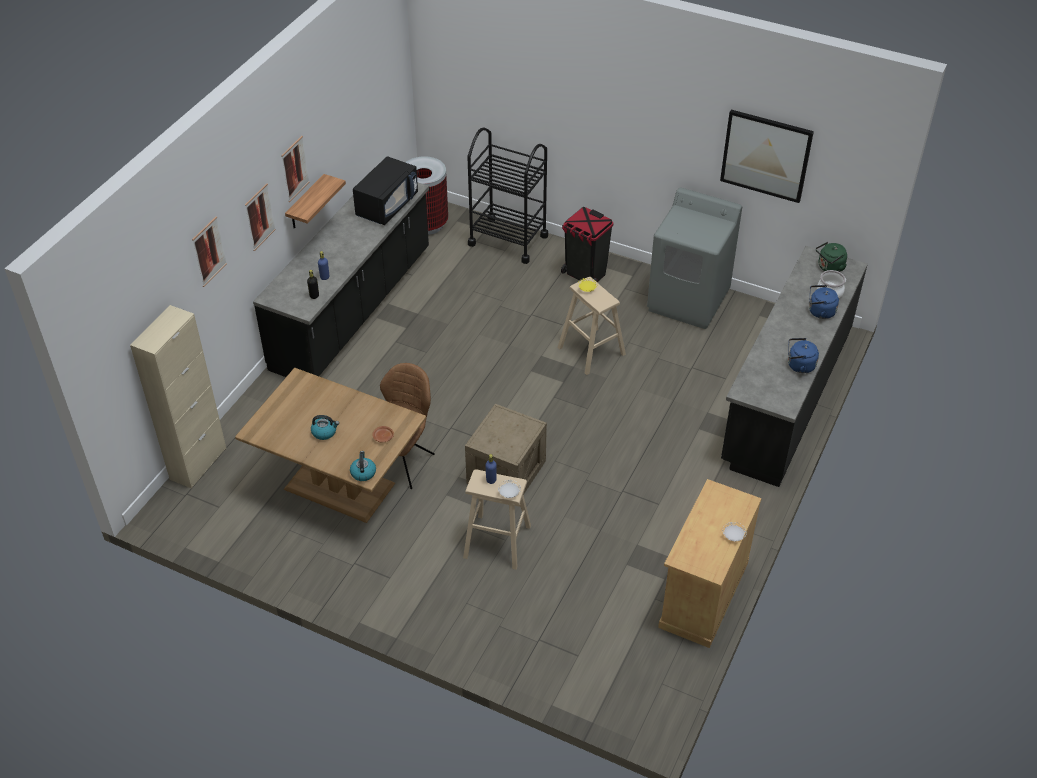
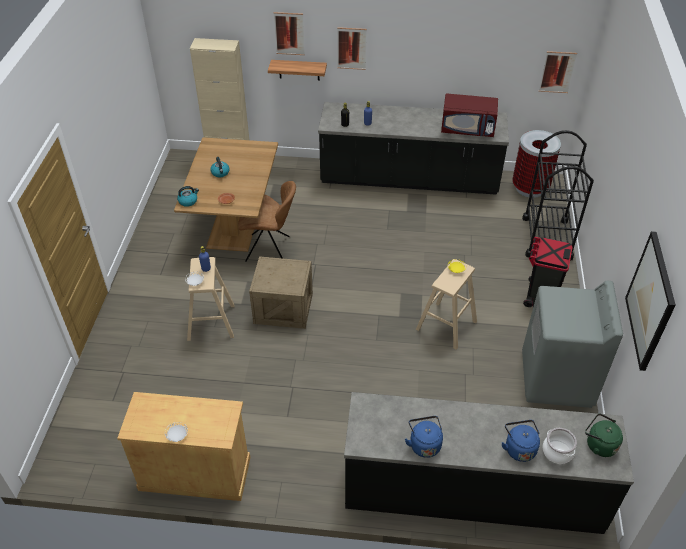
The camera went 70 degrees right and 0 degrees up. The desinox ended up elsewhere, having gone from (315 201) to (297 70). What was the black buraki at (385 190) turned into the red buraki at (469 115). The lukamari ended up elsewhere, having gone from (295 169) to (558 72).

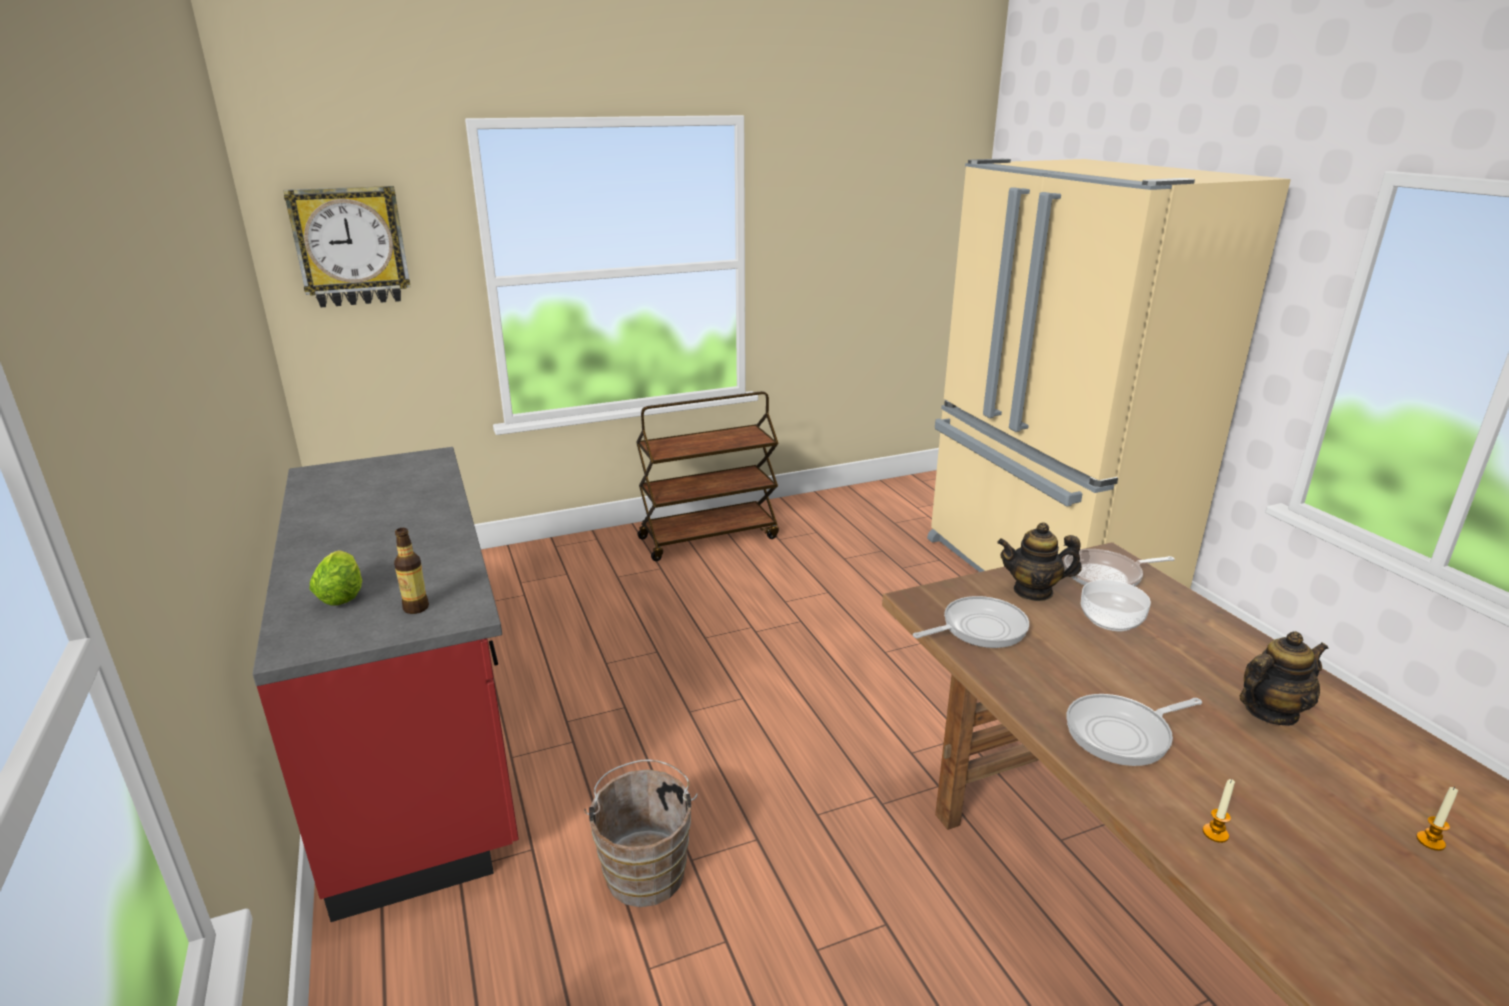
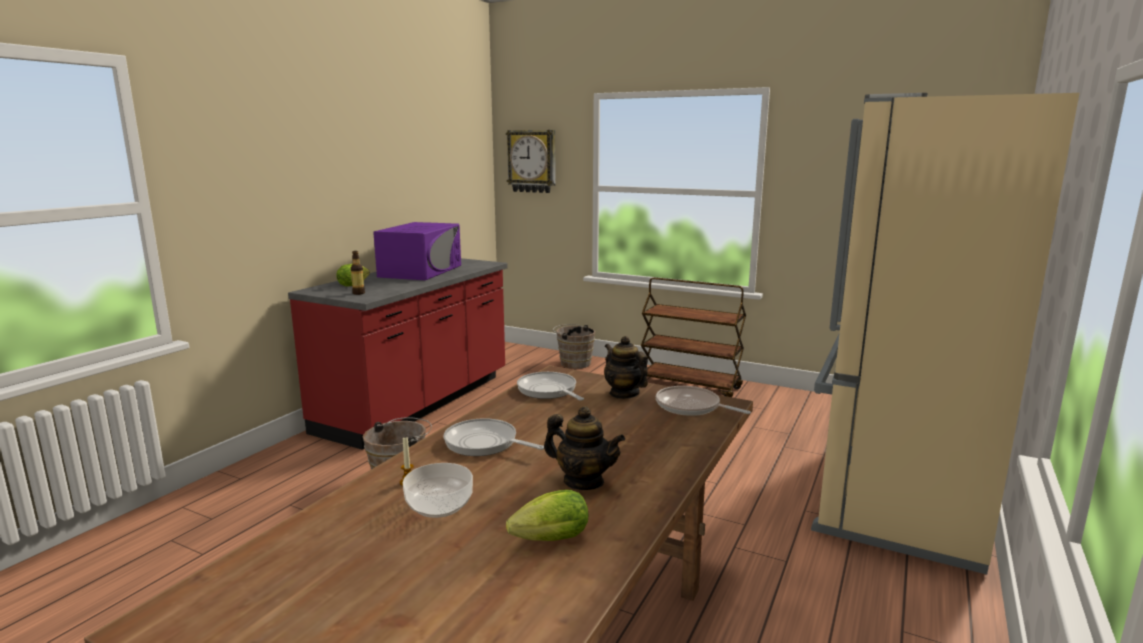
The camera went 50 degrees right and 10 degrees down. The second view gained the purple buraki at (417 251). The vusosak ended up elsewhere, having gone from (1116 605) to (438 490). The second view gained the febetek at (547 515). The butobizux at (971 622) ended up facing another way, 150 degrees counterclockwise from before. The second view gained the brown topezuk at (574 346). The second view lost the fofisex at (1437 819).

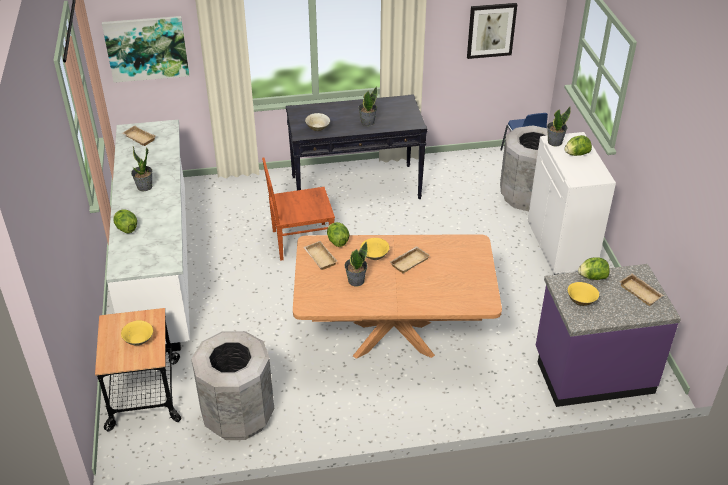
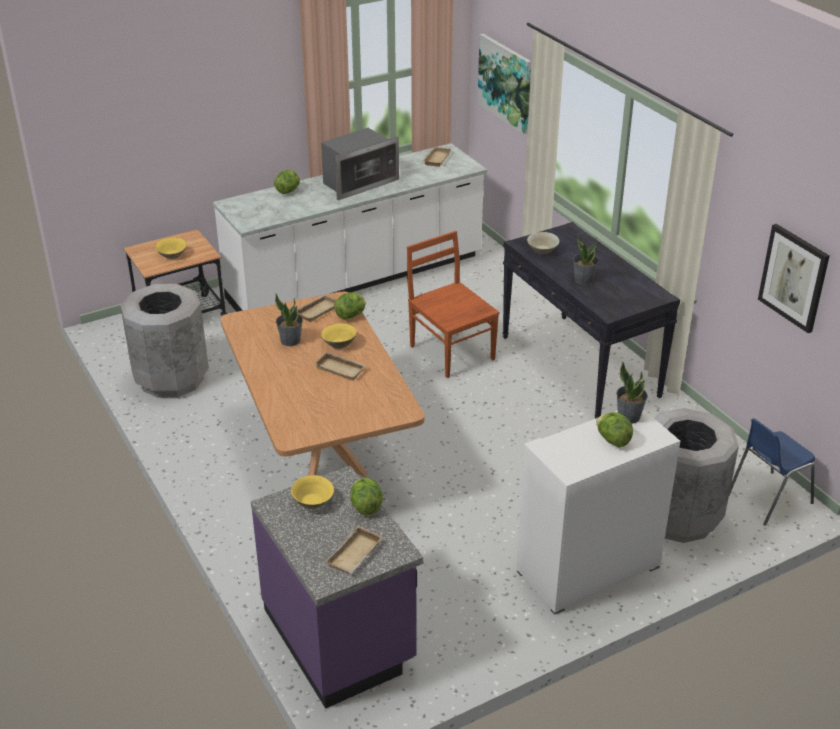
The camera went 70 degrees right and 5 degrees down. Where the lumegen stood at (141 169), the buraki came to stand at (360 164).

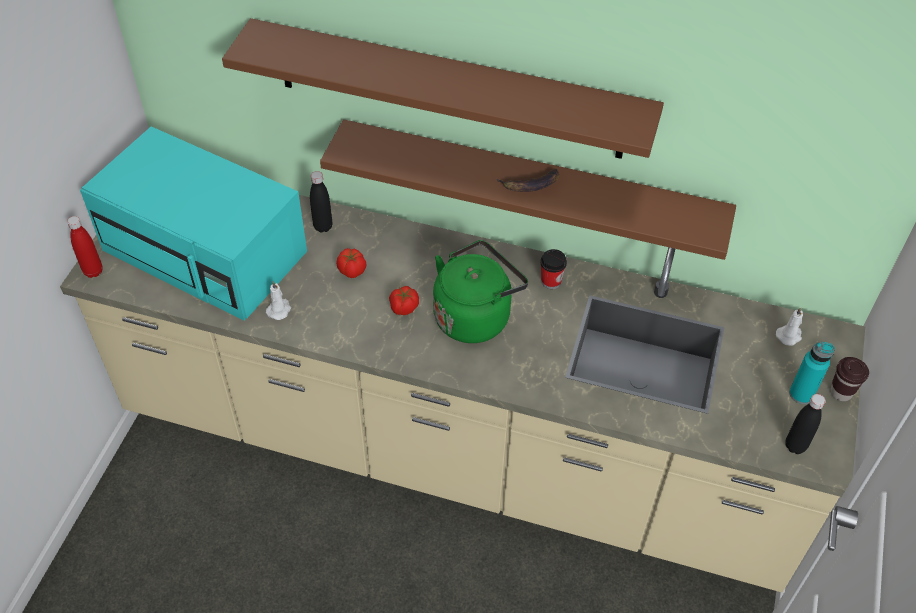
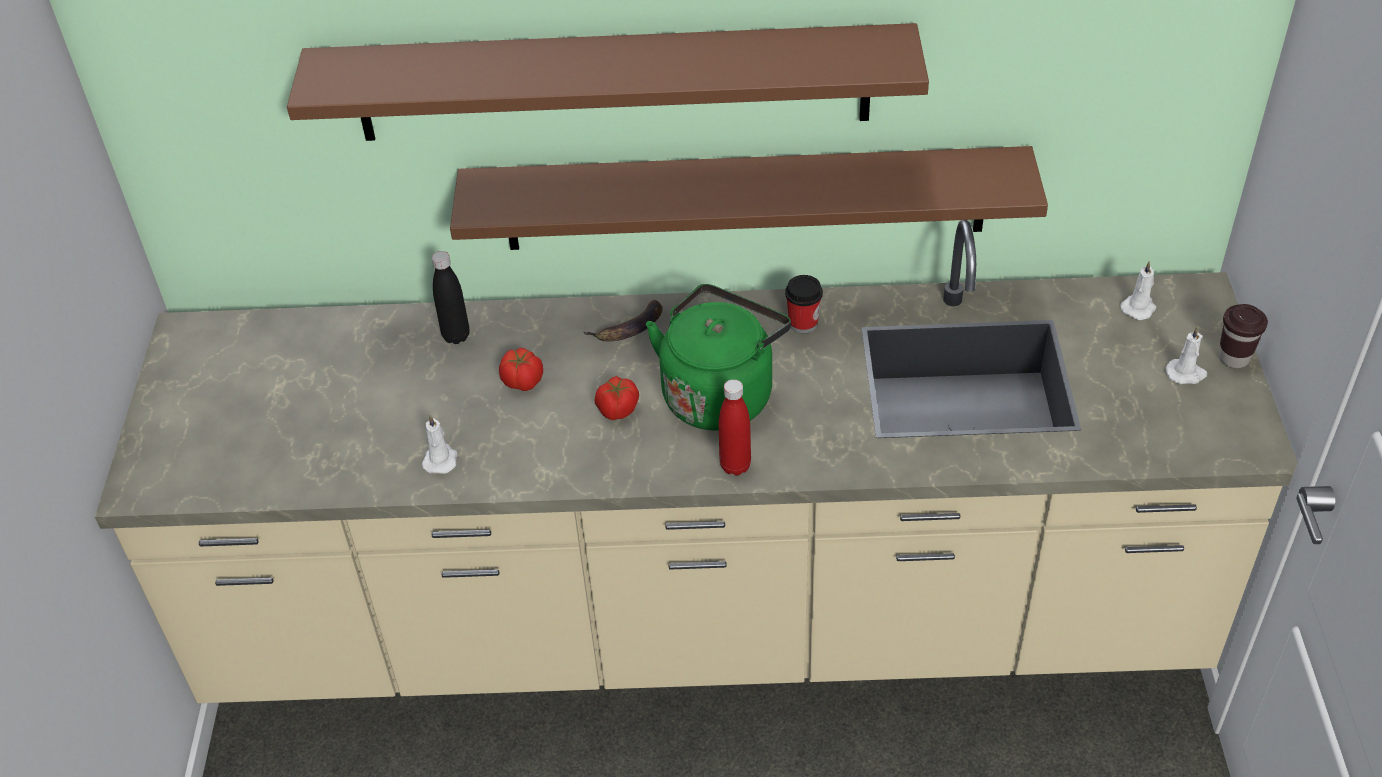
The camera went 15 degrees left and 5 degrees down. The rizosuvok ended up elsewhere, having gone from (528 180) to (623 320). The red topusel ended up elsewhere, having gone from (84 247) to (735 427). Where the turquoise topusel stood at (812 373), the white fofisex came to stand at (1186 355). The second view lost the turquoise buraki at (193 223). The second view lost the black topusel at (805 424).

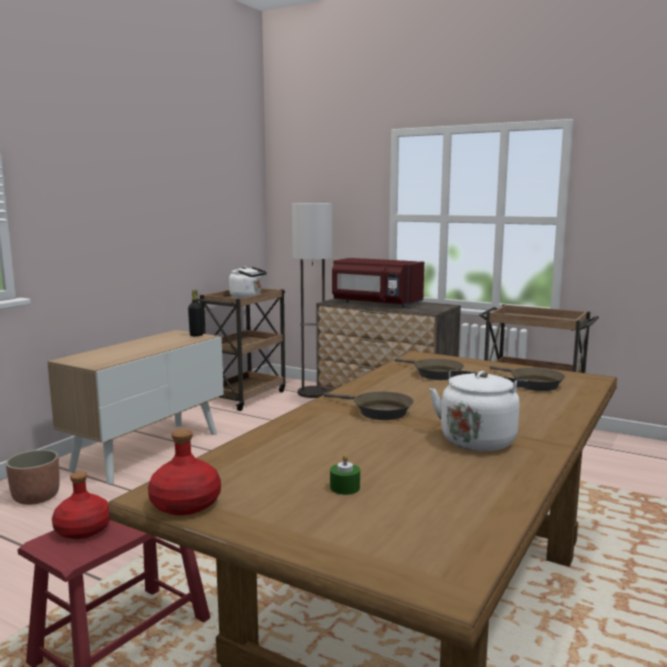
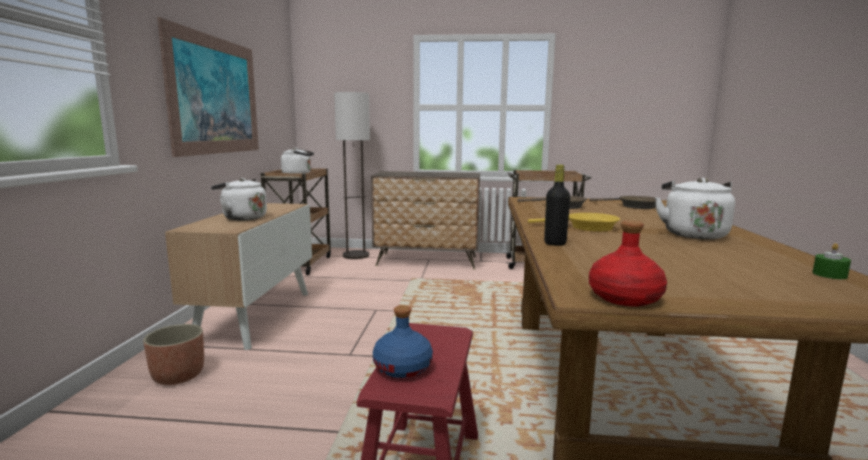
The camera went 25 degrees left and 0 degrees up. The second view gained the lukamari at (208 87). The second view gained the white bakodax at (239 199). What was the red topusel at (81 505) turned into the blue topusel at (403 341). What was the brown butobizux at (369 406) turned into the yellow butobizux at (574 222). The black topusel ended up elsewhere, having gone from (196 313) to (557 205). The green fofisex ended up elsewhere, having gone from (345 474) to (831 261). The second view lost the red buraki at (378 282).

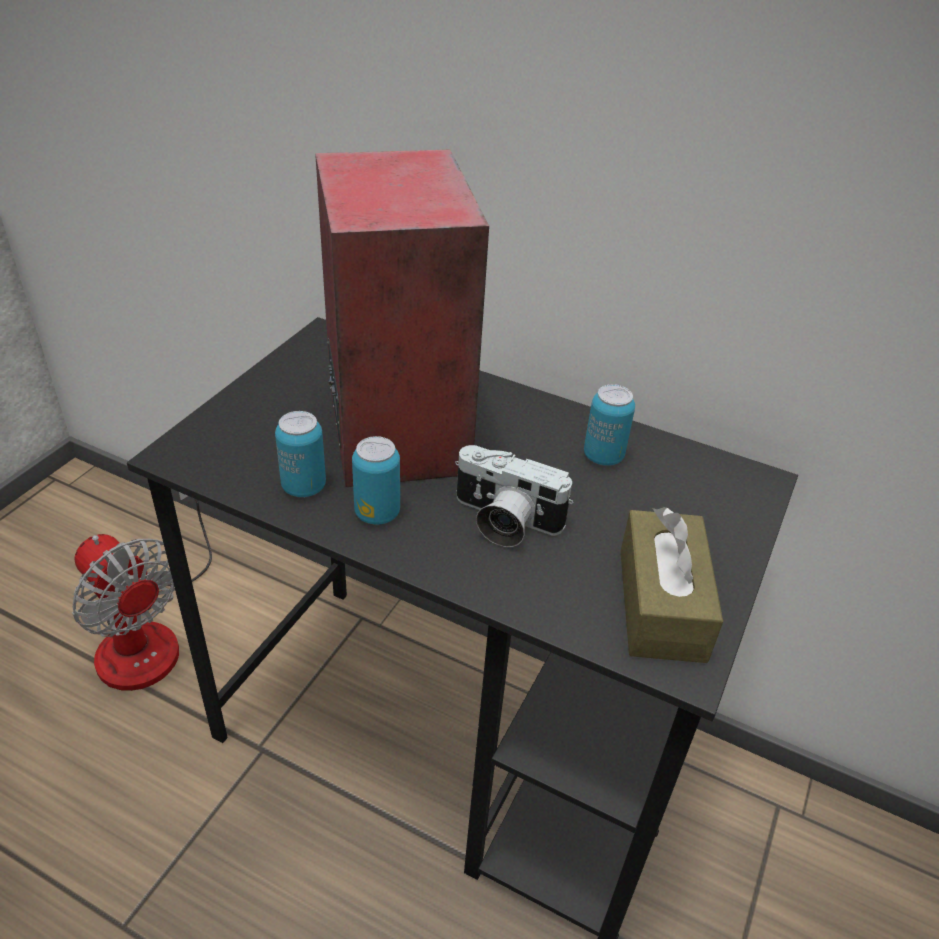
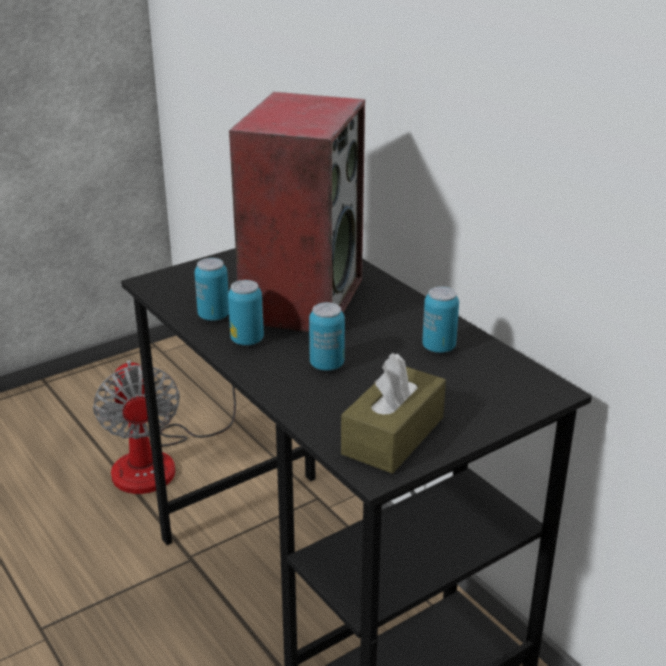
The camera went 30 degrees right and 10 degrees down. Where the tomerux stood at (514 496), the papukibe came to stand at (327 336).

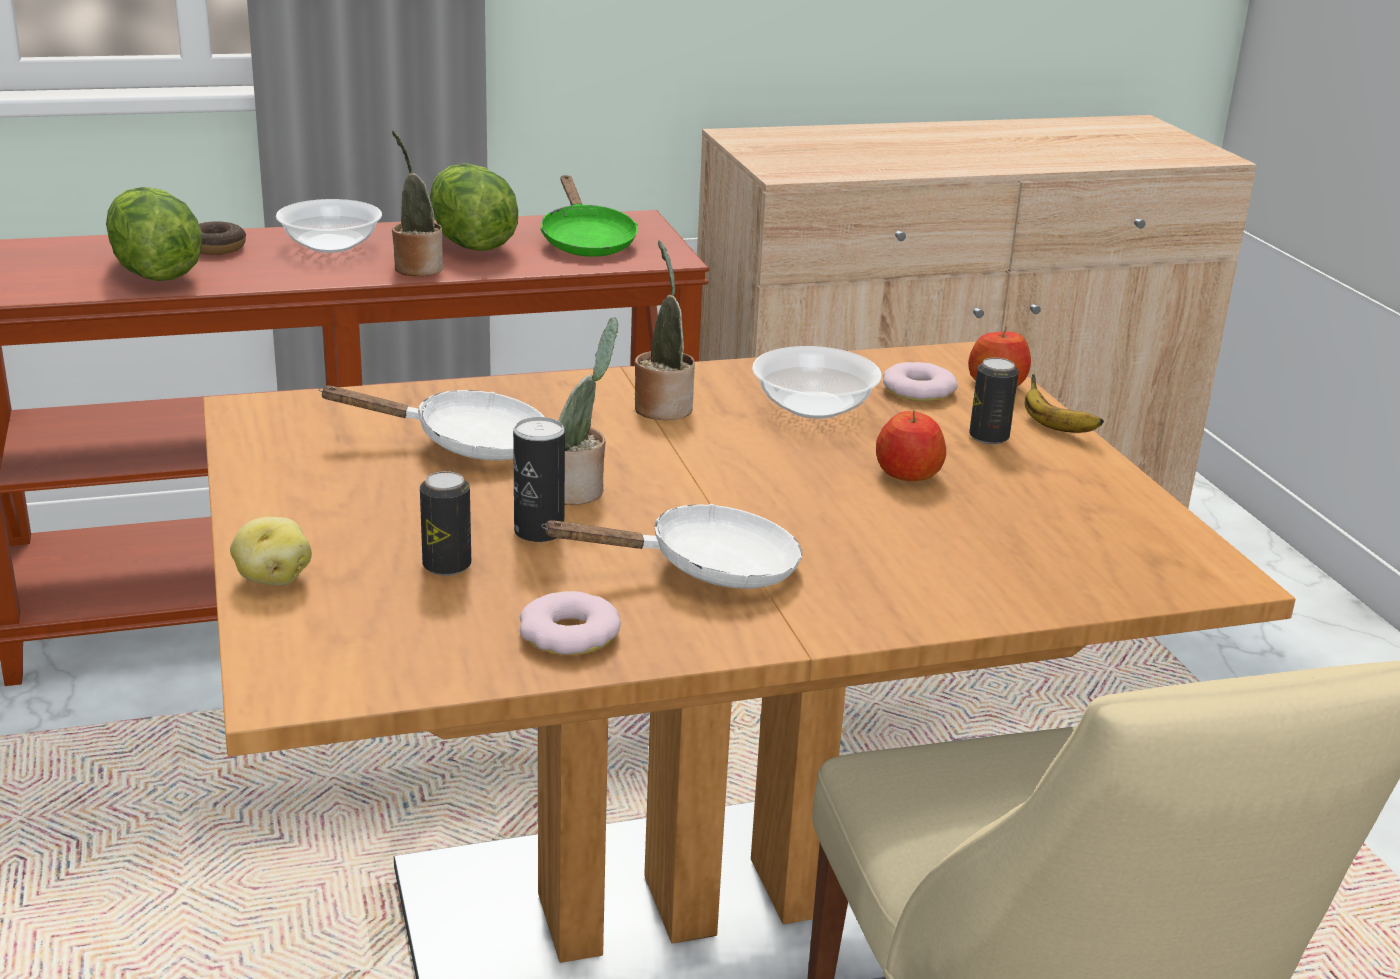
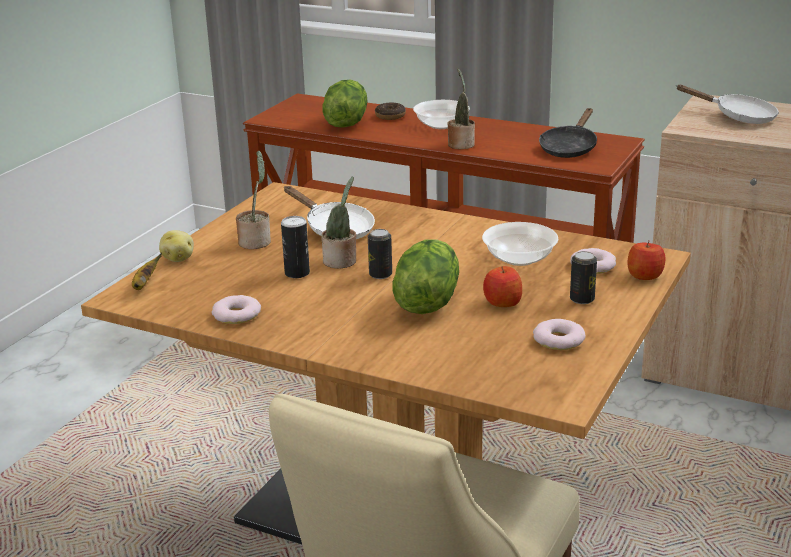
The camera went 45 degrees right and 0 degrees up. The rizosuvok ended up elsewhere, having gone from (1064 403) to (147 271). The lumegen ended up elsewhere, having gone from (665 330) to (253 199). The papukibe ended up elsewhere, having gone from (445 523) to (380 254). The febetek ended up elsewhere, having gone from (474 207) to (425 276). The second view gained the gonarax at (559 334). What was the green butobizux at (589 216) turned into the black butobizux at (568 133). The white butobizux ended up elsewhere, having gone from (671 546) to (727 104).

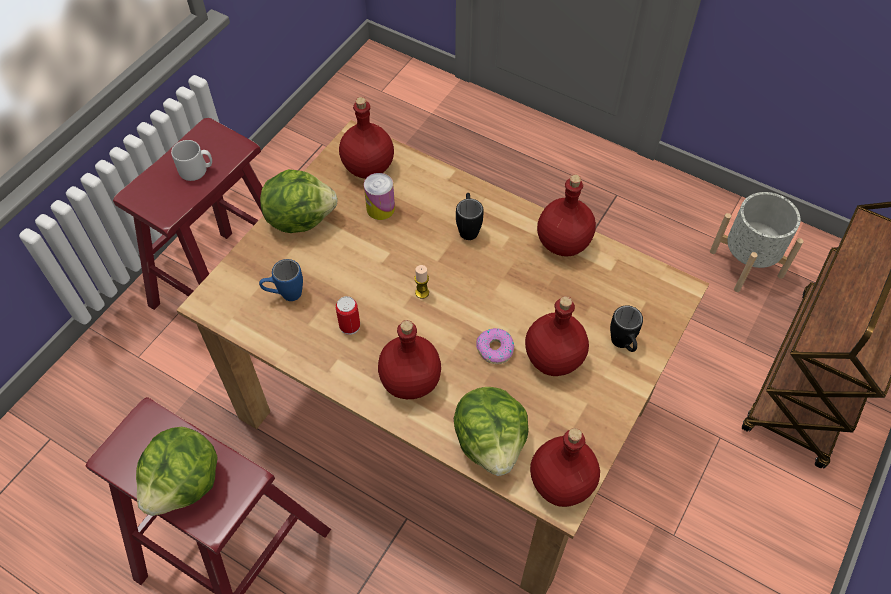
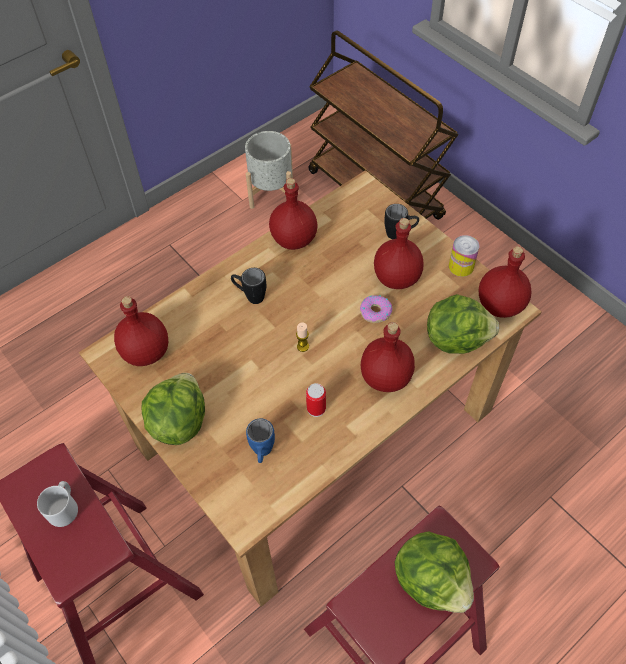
The camera went 70 degrees left and 0 degrees up. The papukibe ended up elsewhere, having gone from (379 196) to (464 256).

